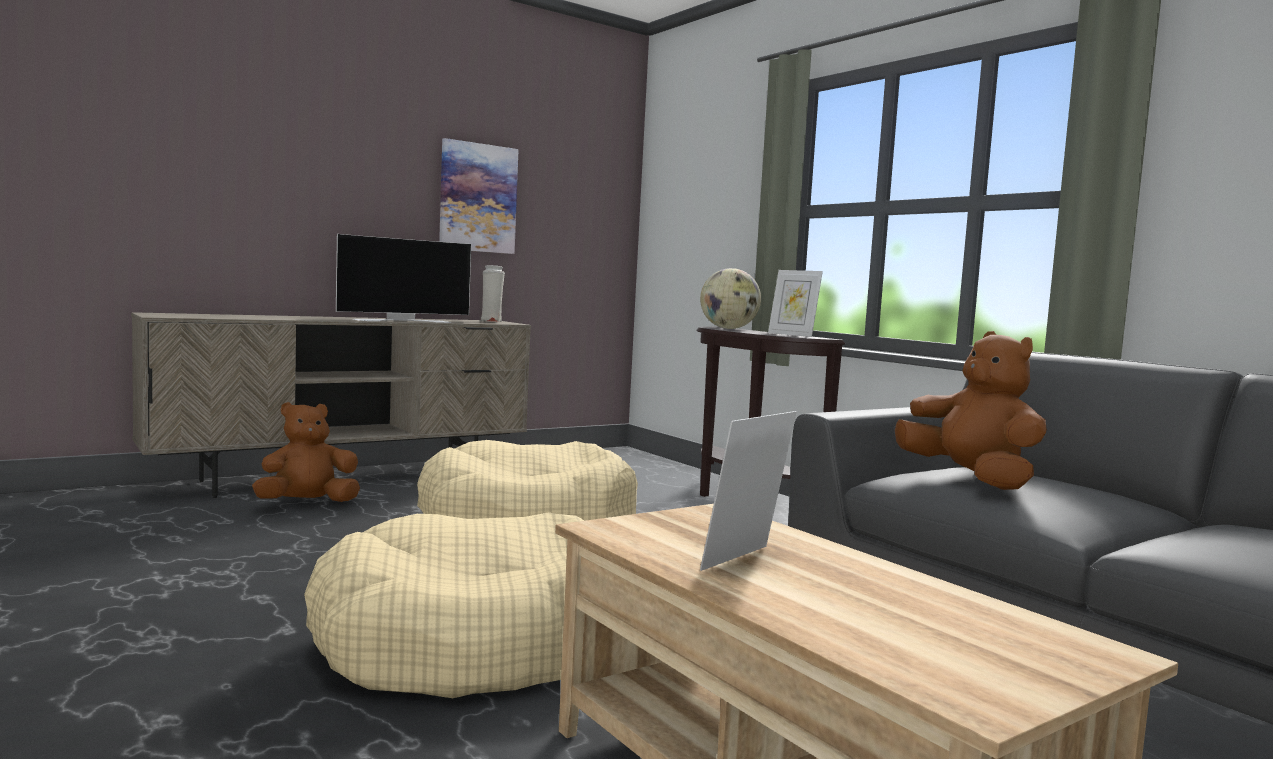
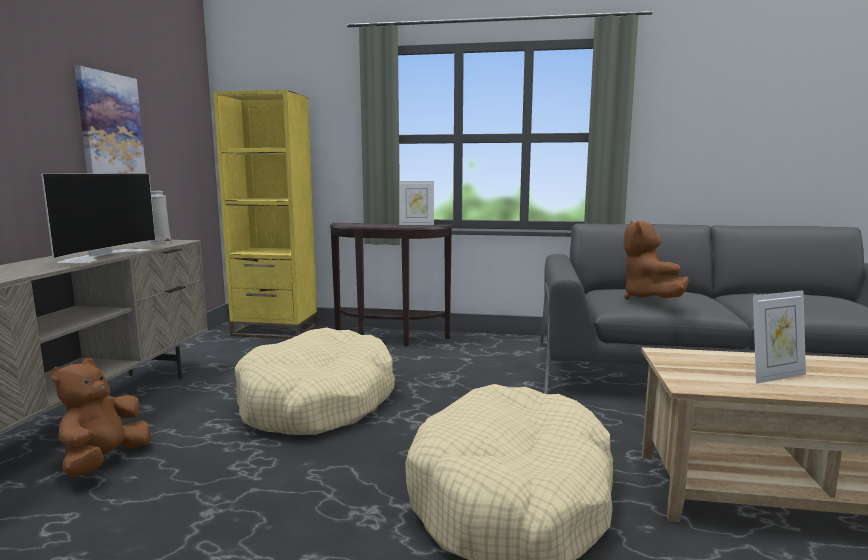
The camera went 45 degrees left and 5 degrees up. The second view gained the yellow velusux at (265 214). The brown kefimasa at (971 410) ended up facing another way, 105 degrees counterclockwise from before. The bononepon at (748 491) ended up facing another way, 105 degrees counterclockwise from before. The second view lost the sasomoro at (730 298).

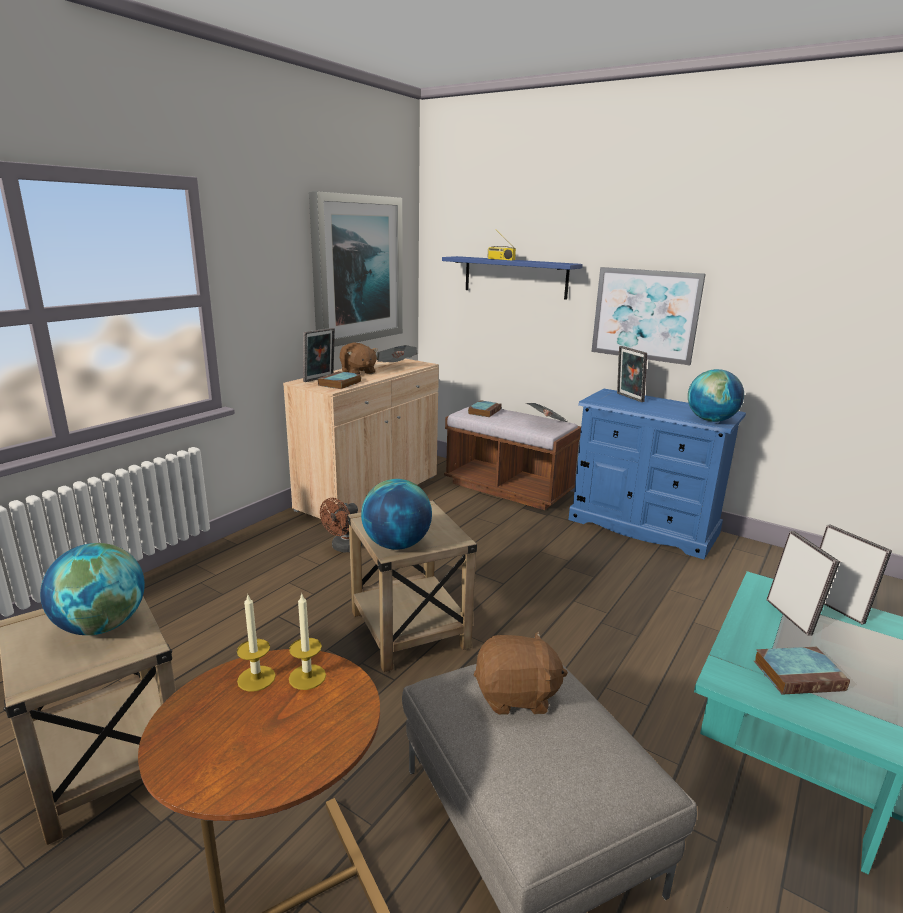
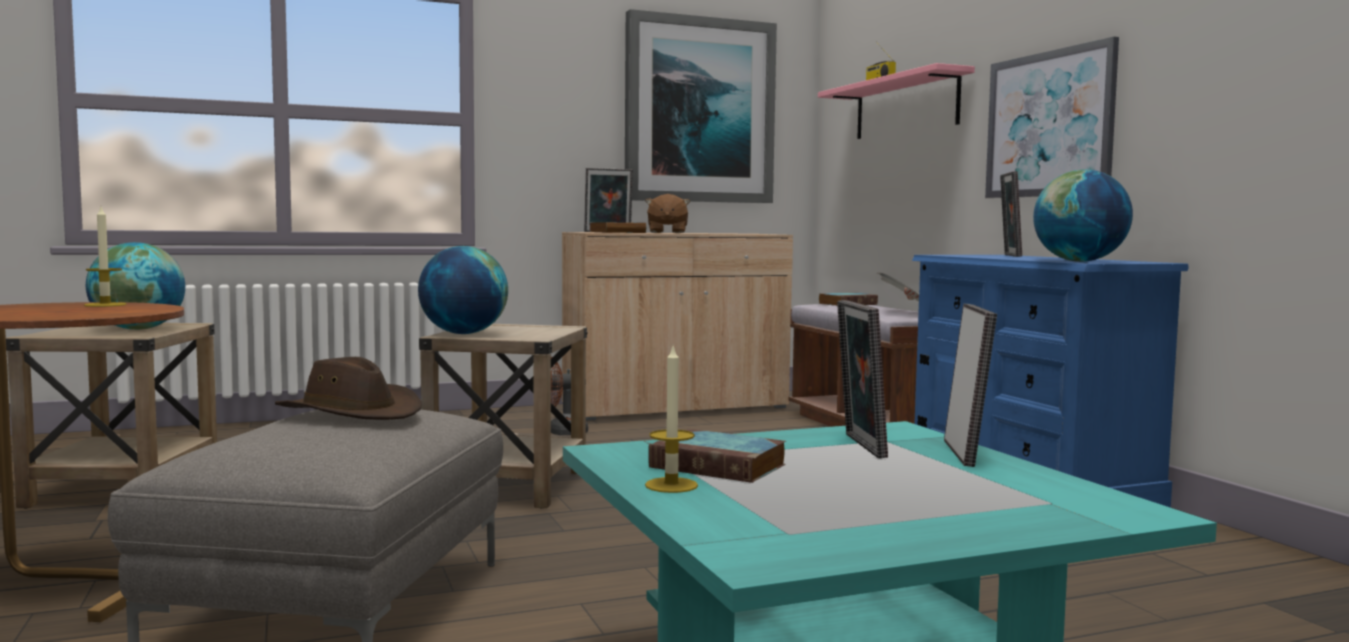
The camera went 35 degrees right and 15 degrees down. Where the brown kefimasa stood at (521 673), the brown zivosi came to stand at (348 388). The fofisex ended up elsewhere, having gone from (307 641) to (671 420). What was the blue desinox at (512 278) turned into the pink desinox at (896 101). The bononepon at (803 583) ended up facing another way, 150 degrees clockwise from before. The second view lost the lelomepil at (397 353).

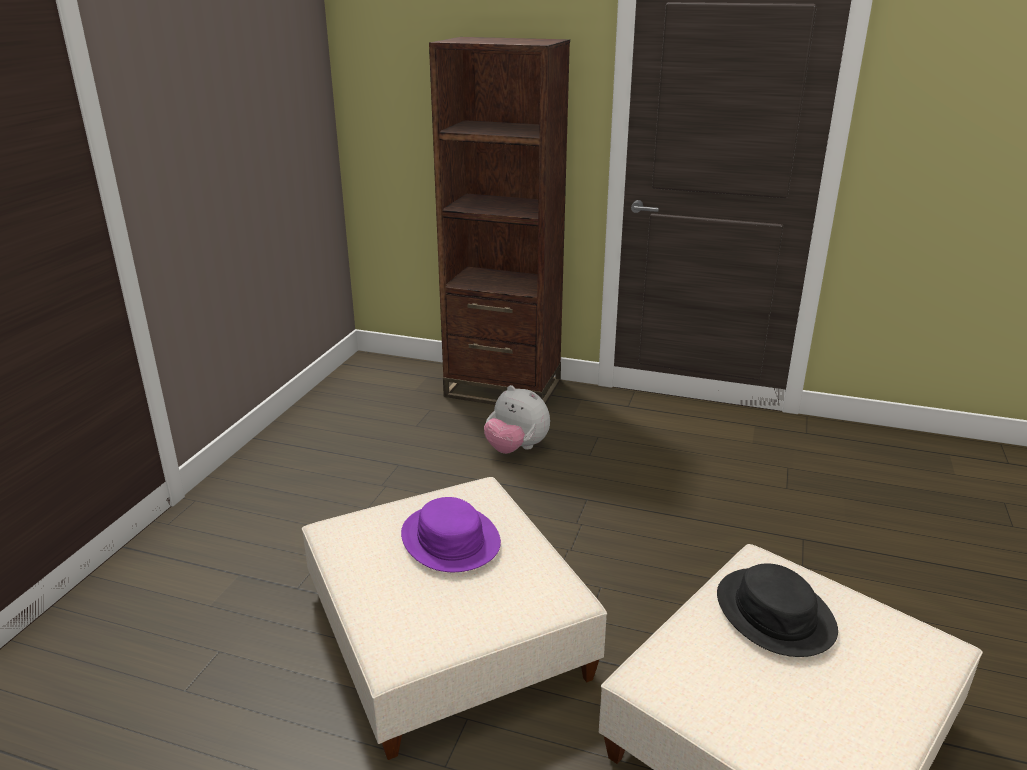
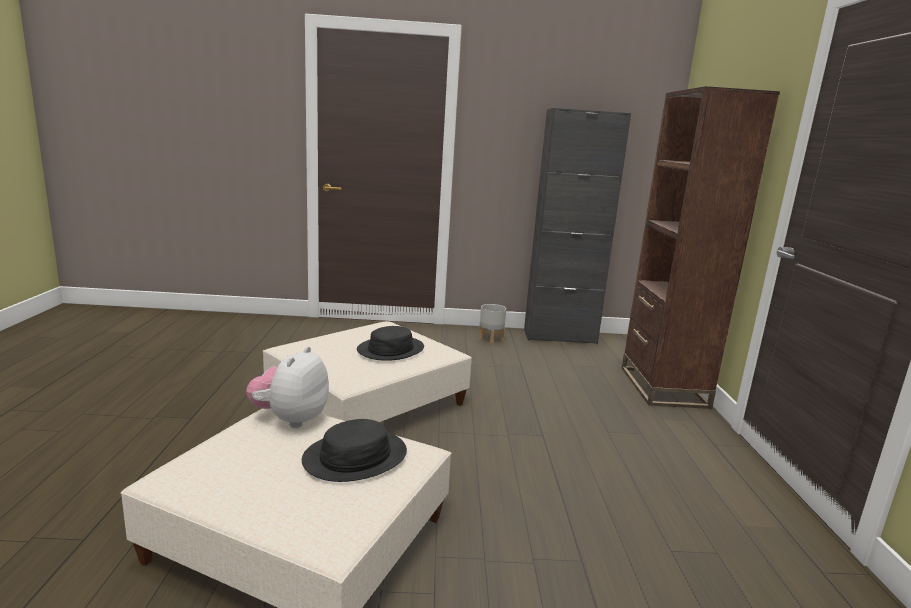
The camera went 70 degrees right and 10 degrees down. The kefimasa ended up elsewhere, having gone from (517 419) to (287 387). What was the purple zivosi at (451 534) turned into the black zivosi at (390 343). The second view gained the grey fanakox at (492 324). The second view gained the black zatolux at (577 226).

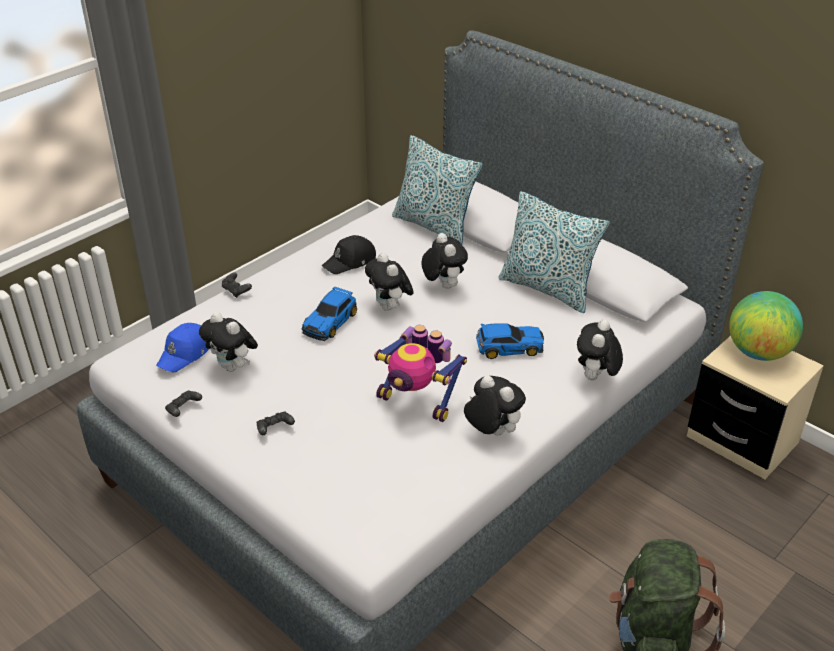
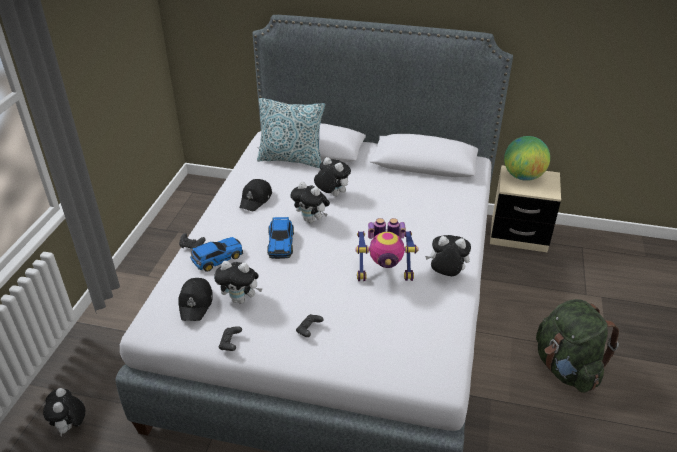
The camera went 30 degrees left and 0 degrees up. The kefimasa ended up elsewhere, having gone from (600 350) to (64 412). What was the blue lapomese at (182 347) turned into the black lapomese at (195 299). The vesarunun ended up elsewhere, having gone from (510 341) to (216 254). The second view lost the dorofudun at (554 252).

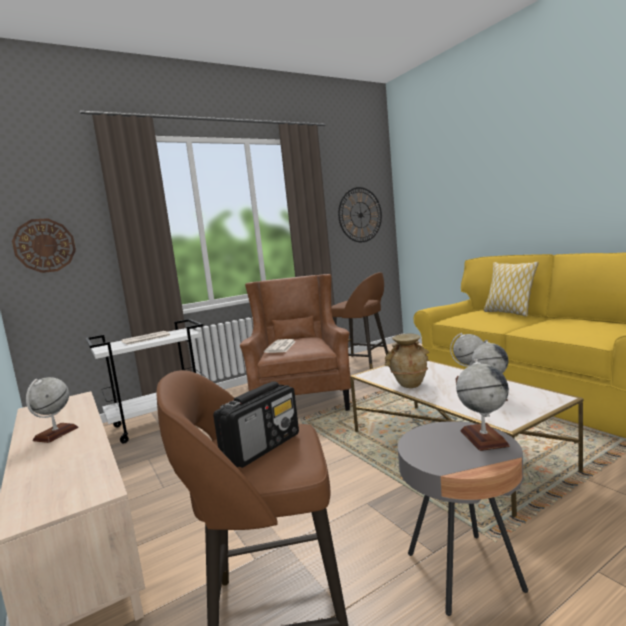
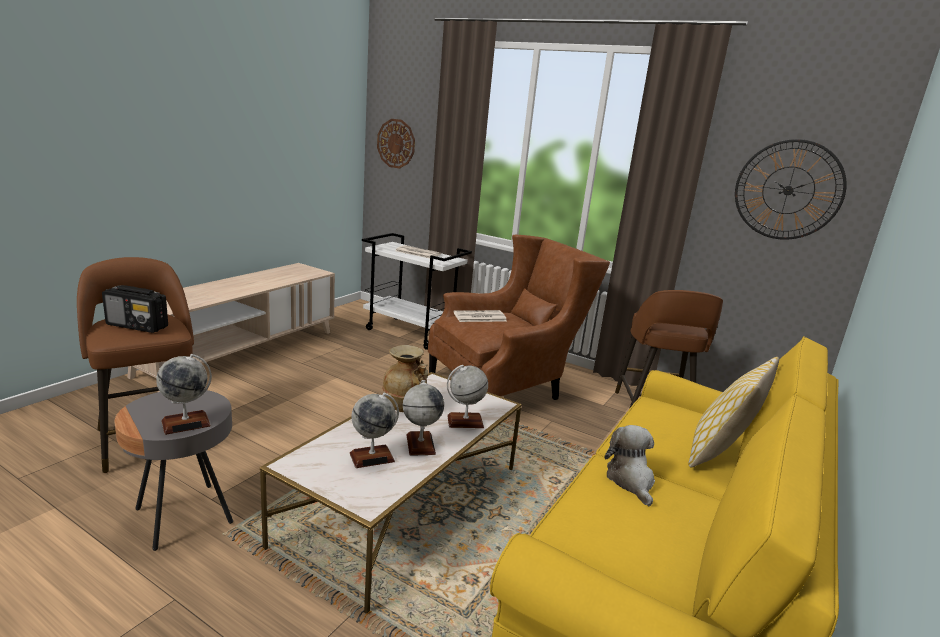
The camera went 60 degrees right and 10 degrees up. The sasomoro ended up elsewhere, having gone from (52 410) to (467 396). The second view gained the kefimasa at (629 465).

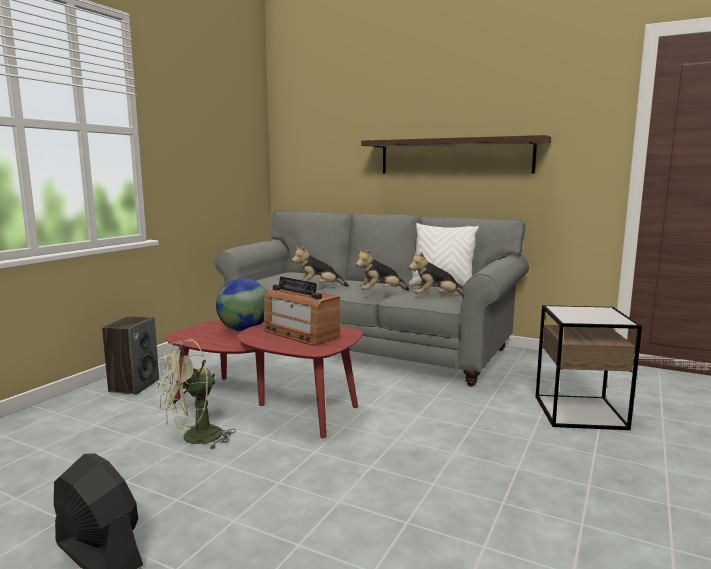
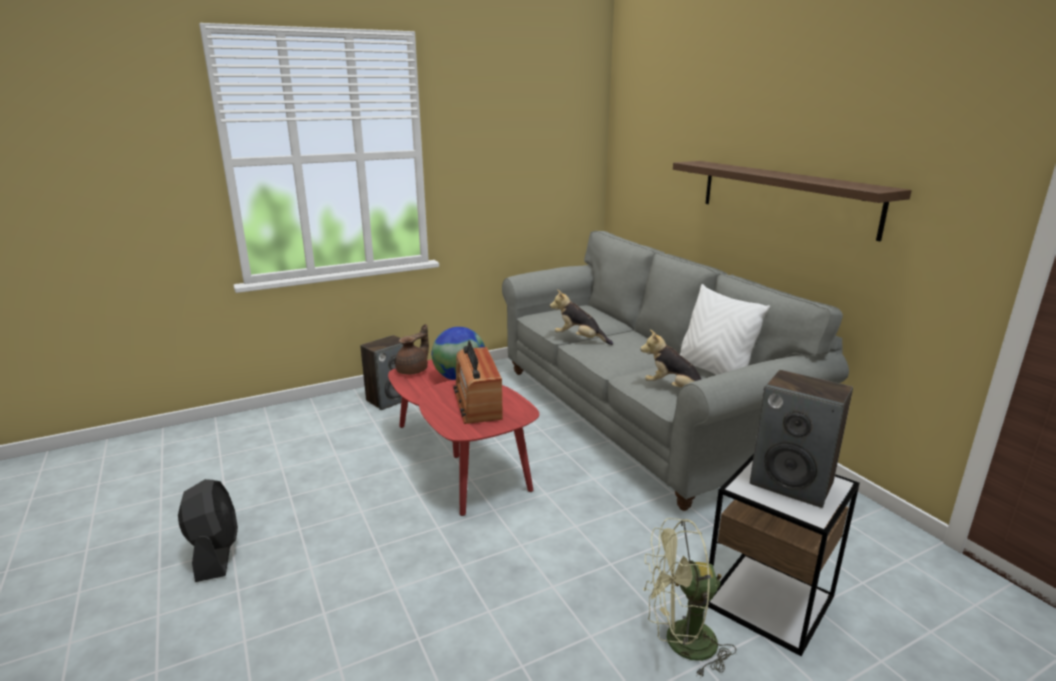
The camera went 35 degrees right and 10 degrees up. The second view gained the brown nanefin at (412 349). The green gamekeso ended up elsewhere, having gone from (196 394) to (689 598). The second view gained the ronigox at (801 439). The second view lost the kefimasa at (382 270).

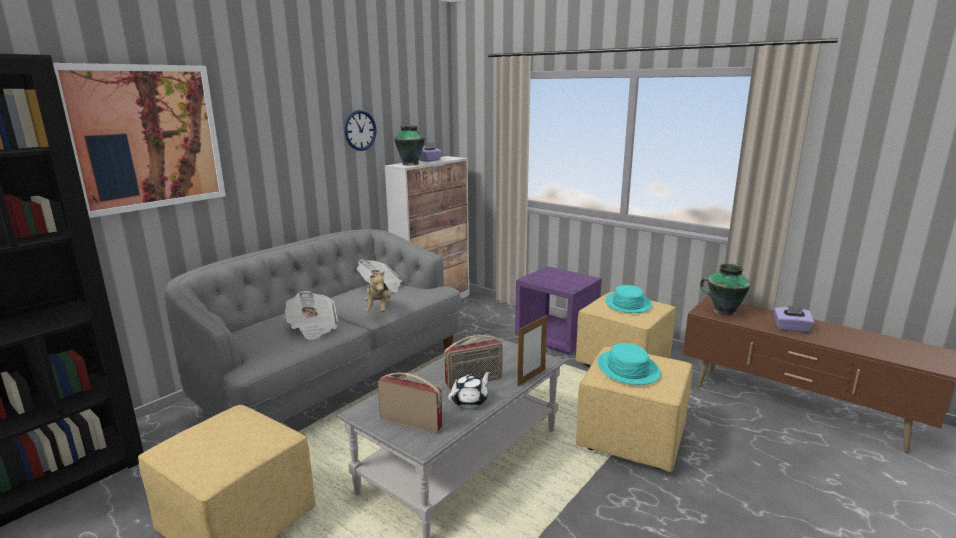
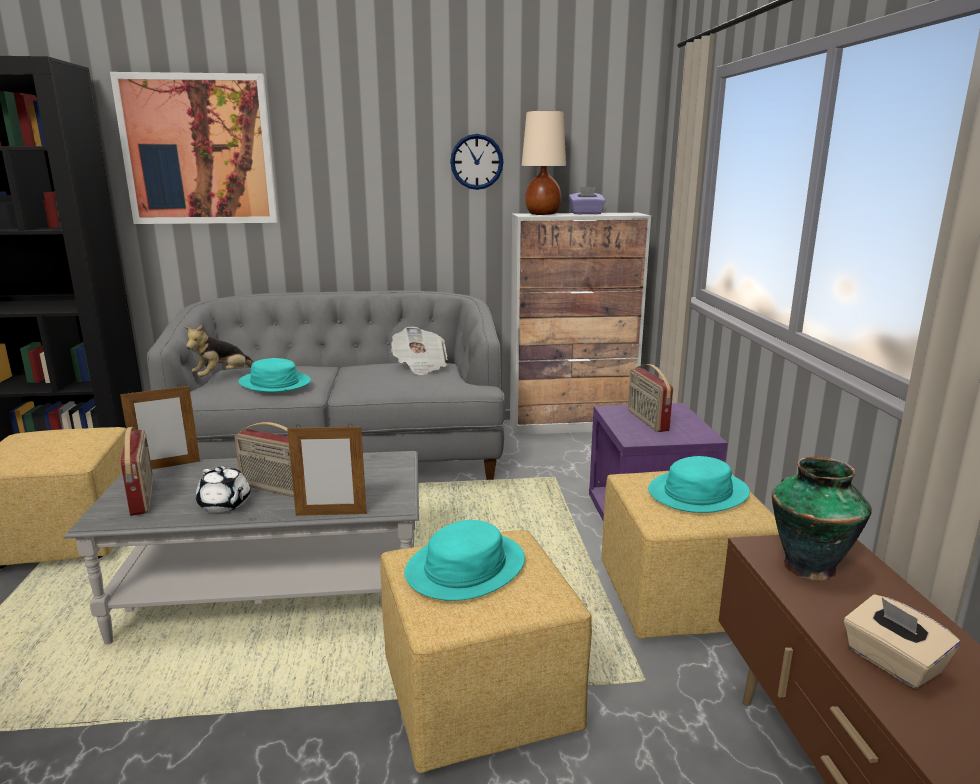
The camera went 45 degrees right and 0 degrees up. The second view gained the bononepon at (160 427). The kefimasa ended up elsewhere, having gone from (377 291) to (219 351). The white nanefin at (469 389) ended up facing another way, 45 degrees clockwise from before. Where the lelomepil stood at (311 315), the turquoise zivosi came to stand at (274 375). Where the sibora stood at (409 145), the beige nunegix came to stand at (544 163). The second view gained the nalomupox at (650 398). What was the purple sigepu at (794 319) turned into the beige sigepu at (902 641).

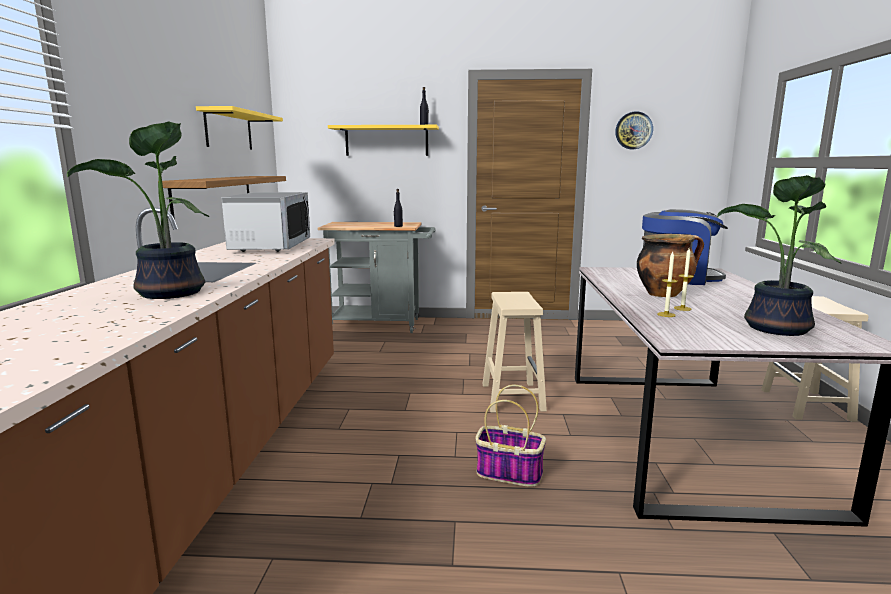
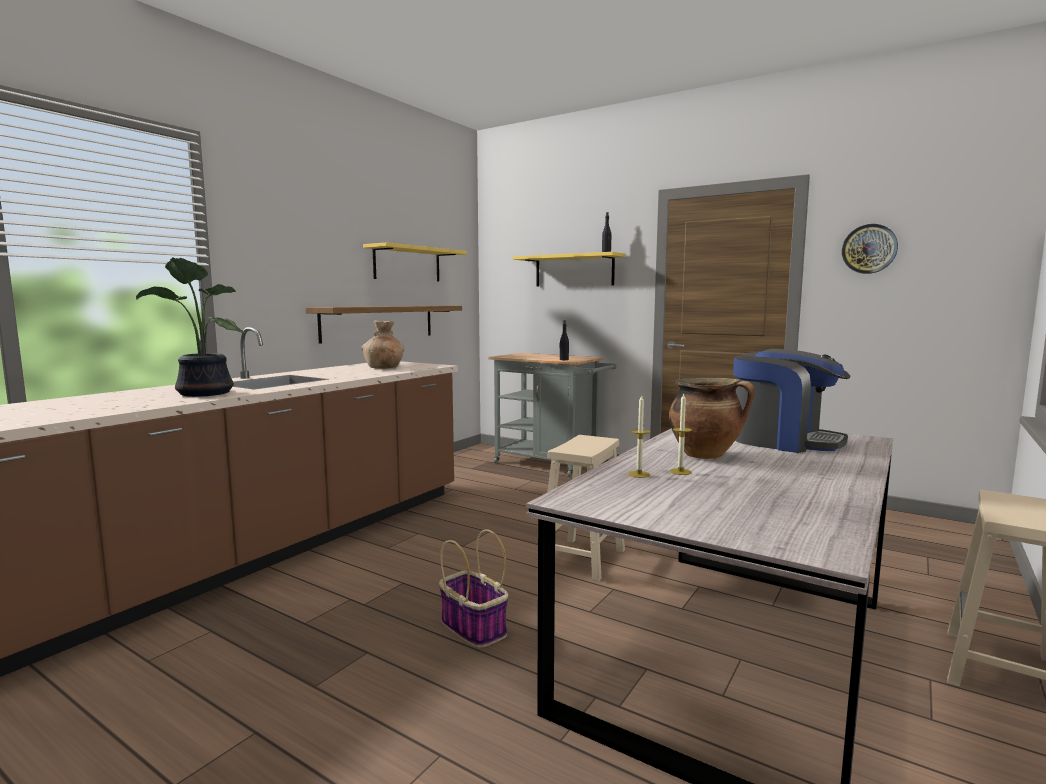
The camera went 30 degrees right and 5 degrees down. Where the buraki stood at (266 222), the brown sibora came to stand at (383 345). The second view lost the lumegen at (779 255).

